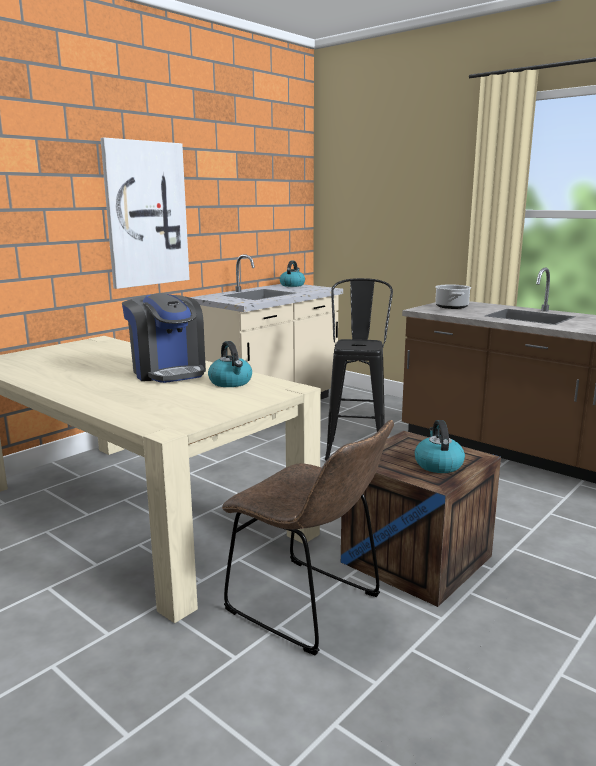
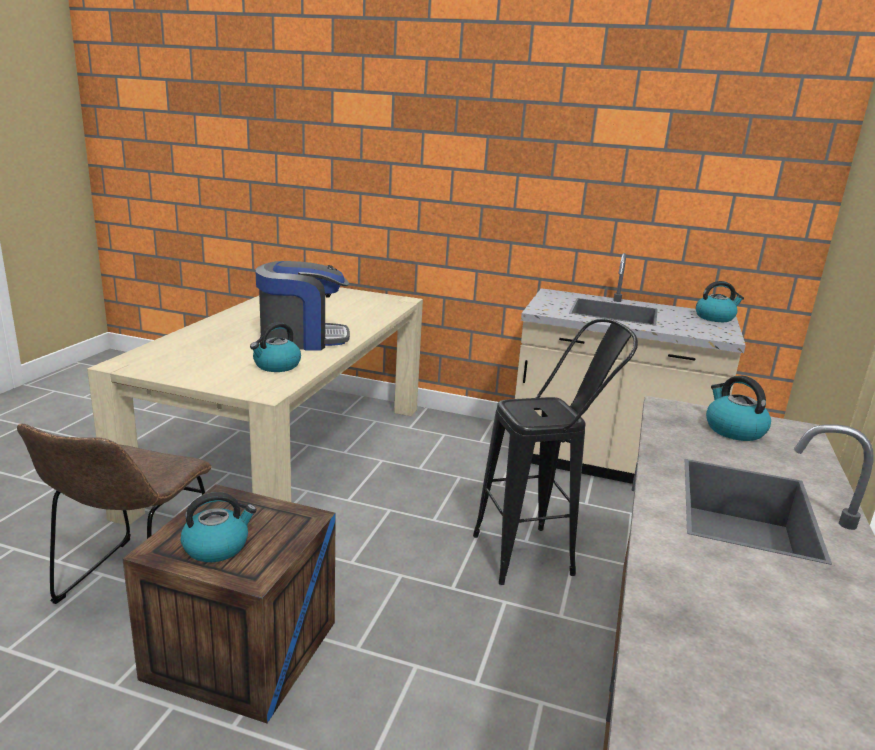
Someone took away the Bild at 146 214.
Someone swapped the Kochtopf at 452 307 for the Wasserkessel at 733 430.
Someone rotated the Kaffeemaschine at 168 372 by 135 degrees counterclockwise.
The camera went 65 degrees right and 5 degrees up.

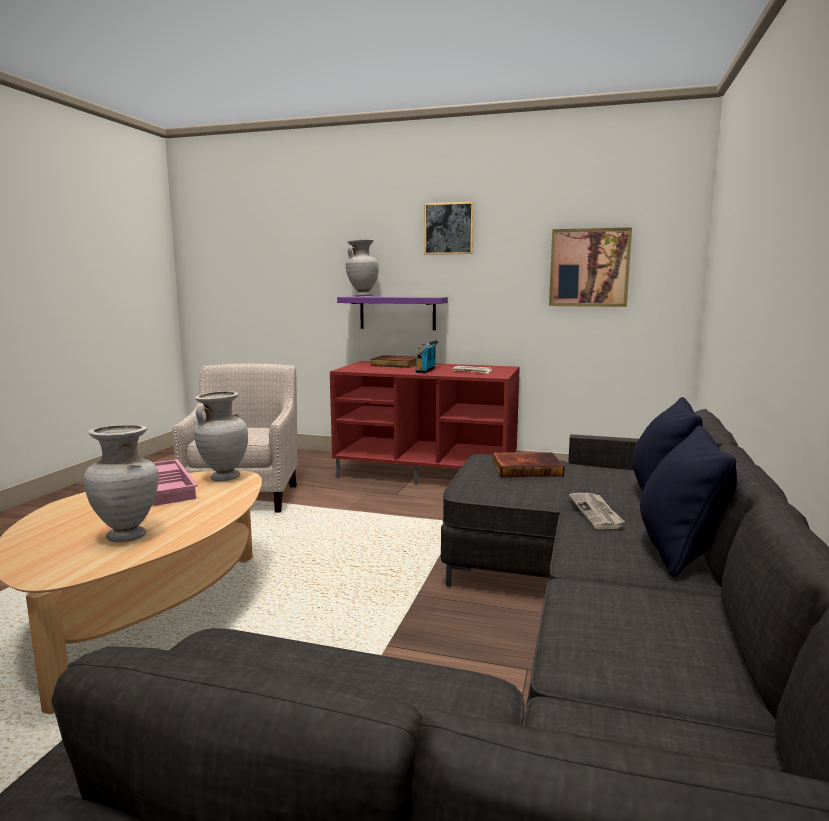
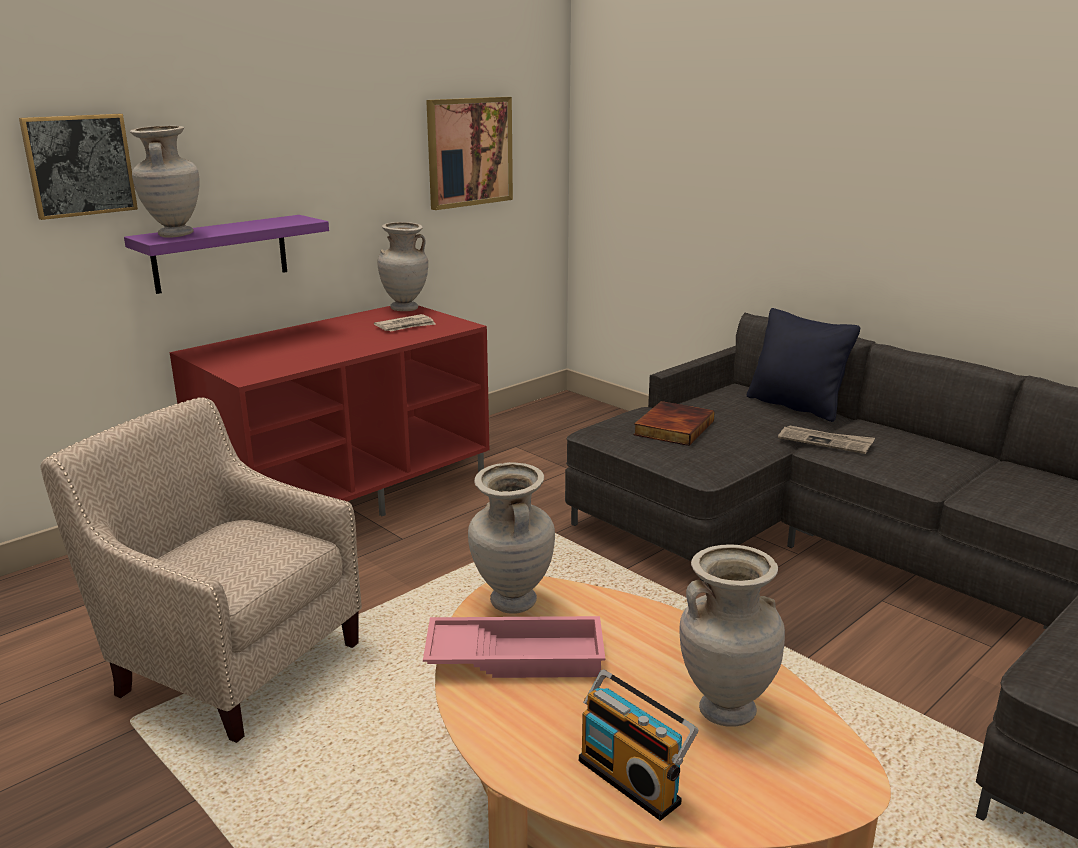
Someone carried the Bild from 449 228 to 79 165.
Someone carried the Radio from 427 370 to 632 779.
Someone took away the Buch at 394 364.
Someone took away the Kissen [schwarz] at 679 550.
Someone put down the Vase [beige] at 405 309.
The camera went 60 degrees left and 10 degrees up.

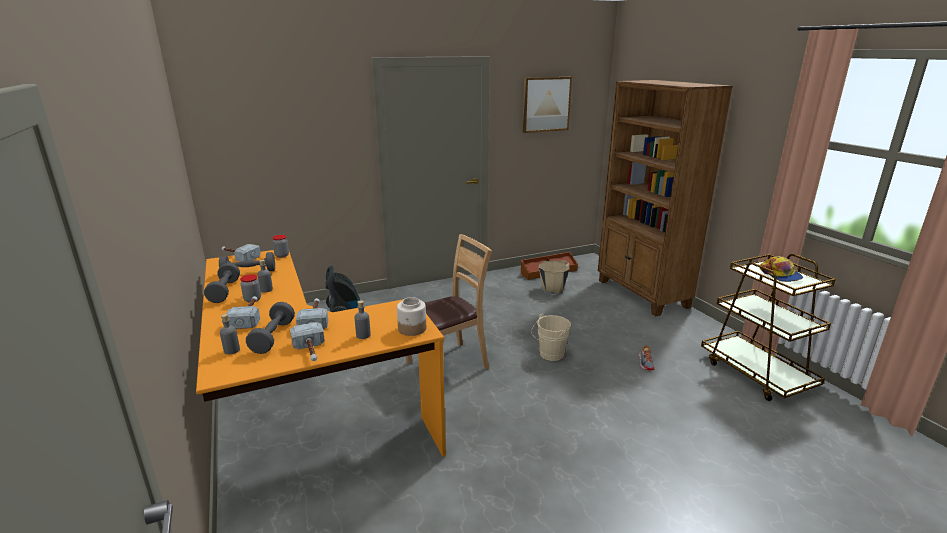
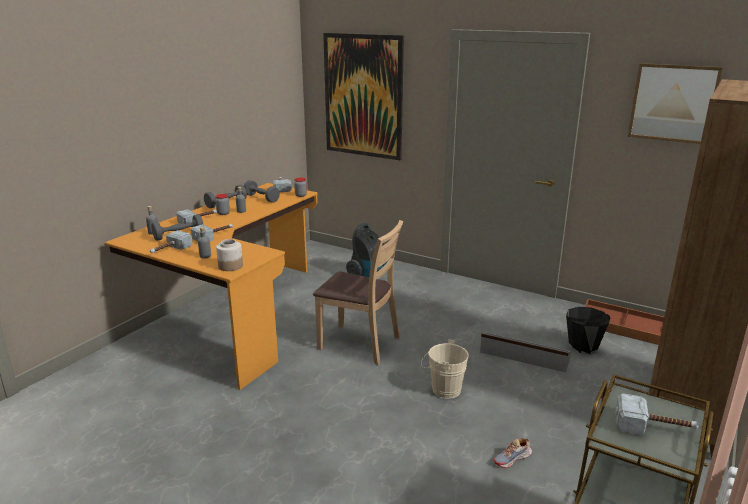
Someone swapped the Kappe at 780 275 for the Hammer at 654 427.
Someone repainted the Eimer [beige] at 552 289, which became the Eimer [schwarz] at 583 346.
Someone put up the Bild at 363 96.
Someone put down the Aufbewahrungsbox [grau] at 523 357.
The camera went 55 degrees right and 0 degrees up.

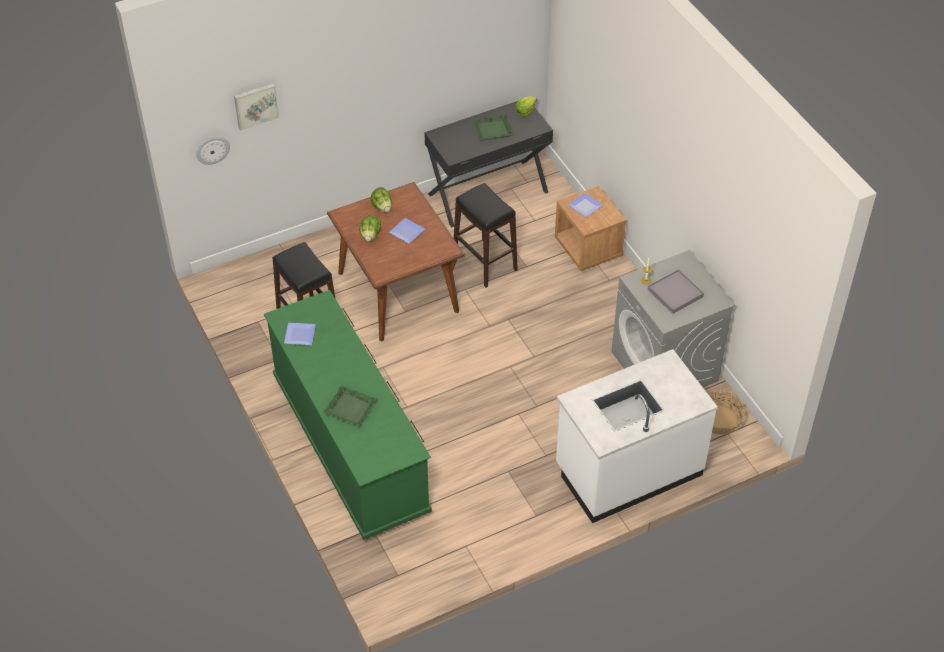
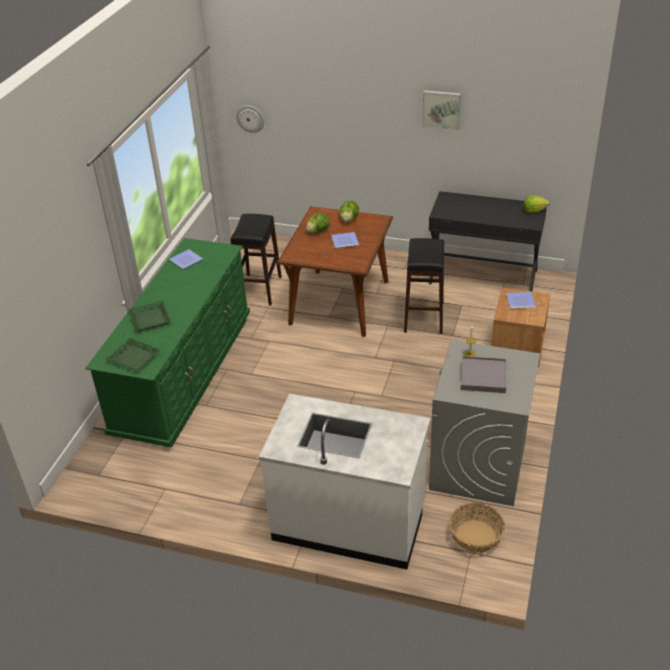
Someone carried the Bild from 255 105 to 441 109.
Someone carried the Tablett [grün] from 493 130 to 134 358.
The camera went 45 degrees right and 10 degrees down.

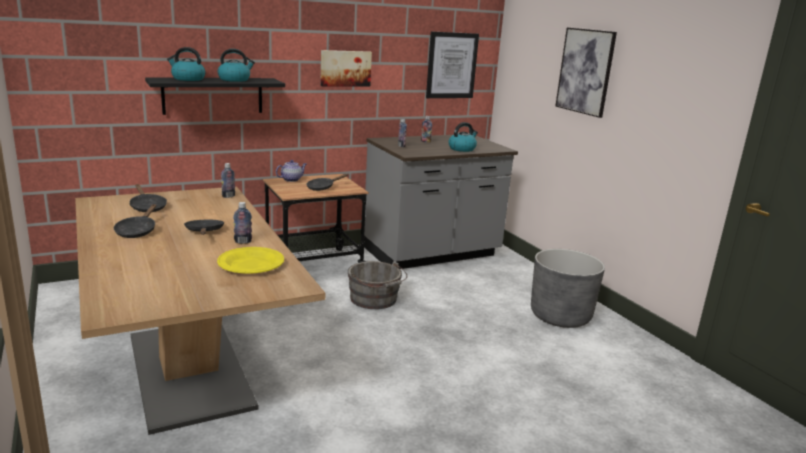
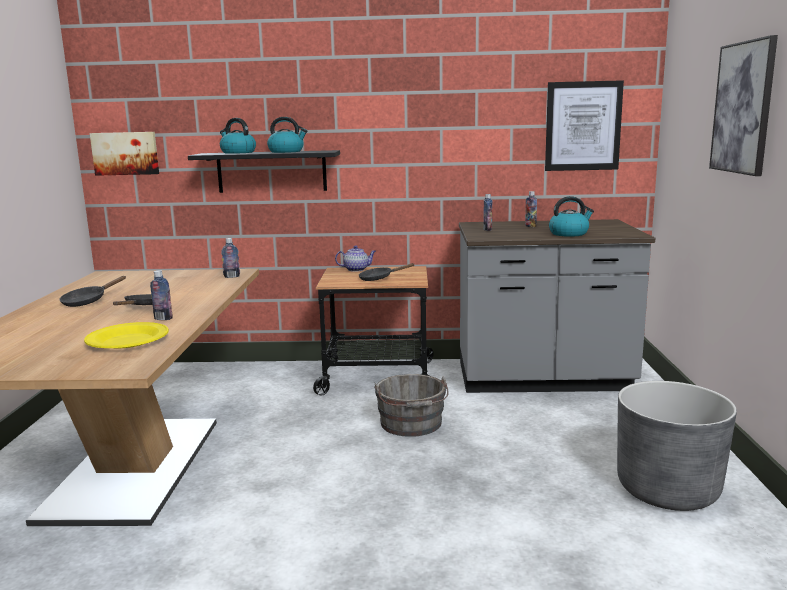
Someone carried the Bild from 345 68 to 126 153.
Someone took away the Pfanne [schwarz] at 147 207.
The camera went 30 degrees right and 5 degrees down.

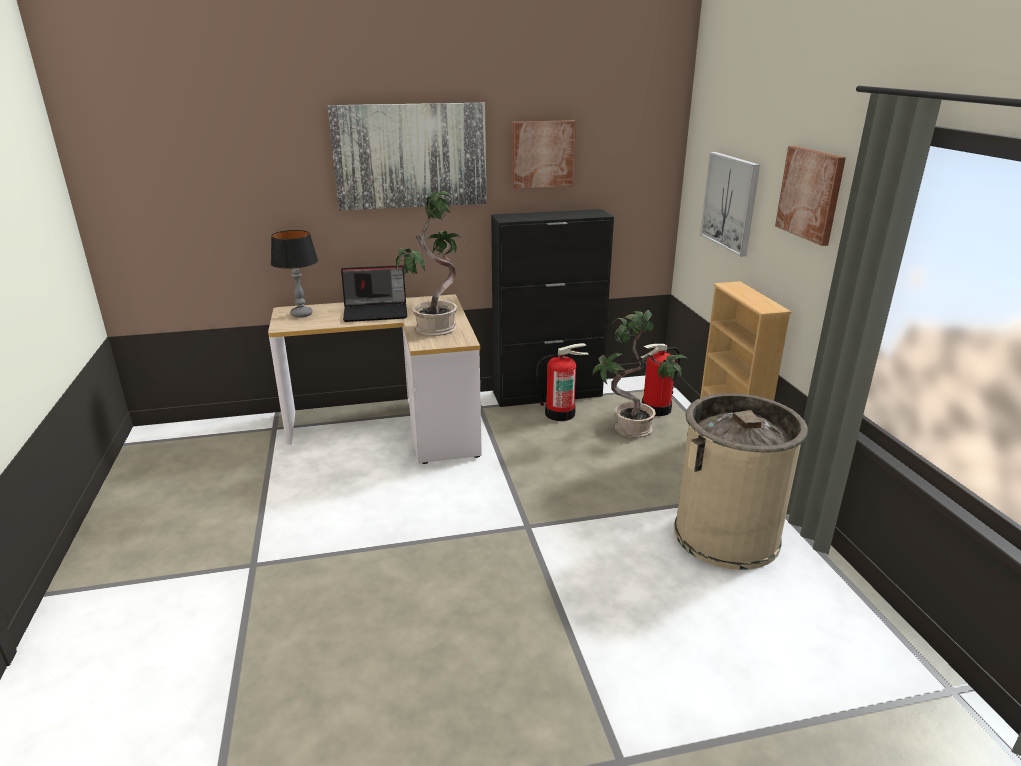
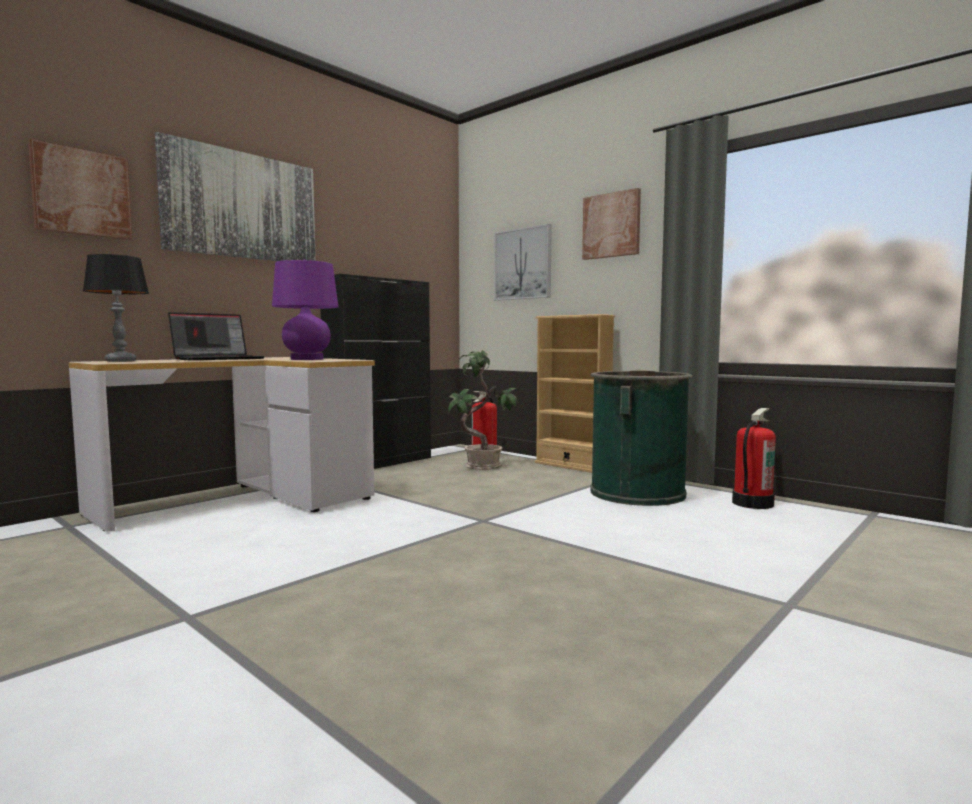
Someone carried the Bild from 542 154 to 82 193.
Someone swapped the Topfpflanze at 434 328 for the Tischlampe [lila] at 307 359.
Someone carried the Feuerlöscher from 560 413 to 752 503.
Someone repainted the Mülleimer [beige] at 726 535, which became the Mülleimer [grün] at 637 493.
The camera went 35 degrees left and 20 degrees down.

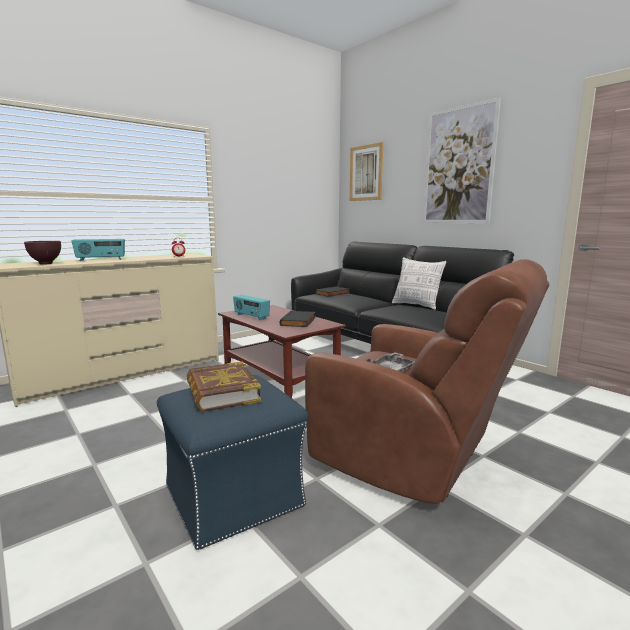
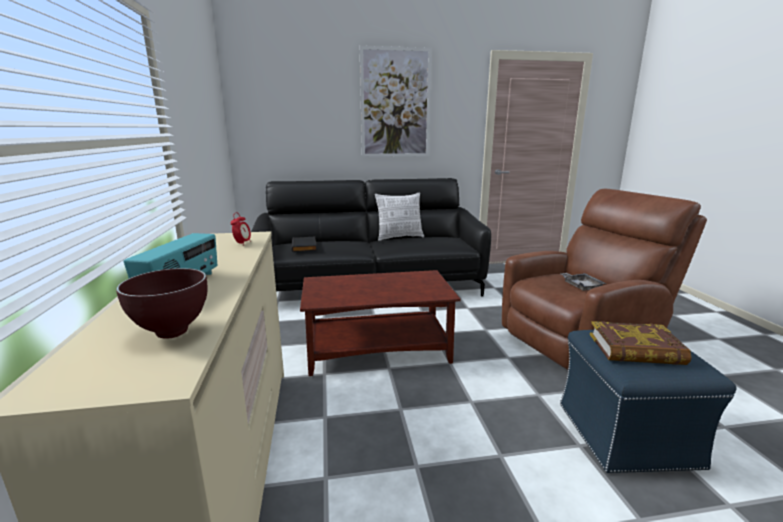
Someone took away the Bild at 366 173.
Someone took away the Radio at 251 317.
Someone took away the Buch [schwarz] at 299 321.
The camera went 60 degrees left and 5 degrees up.

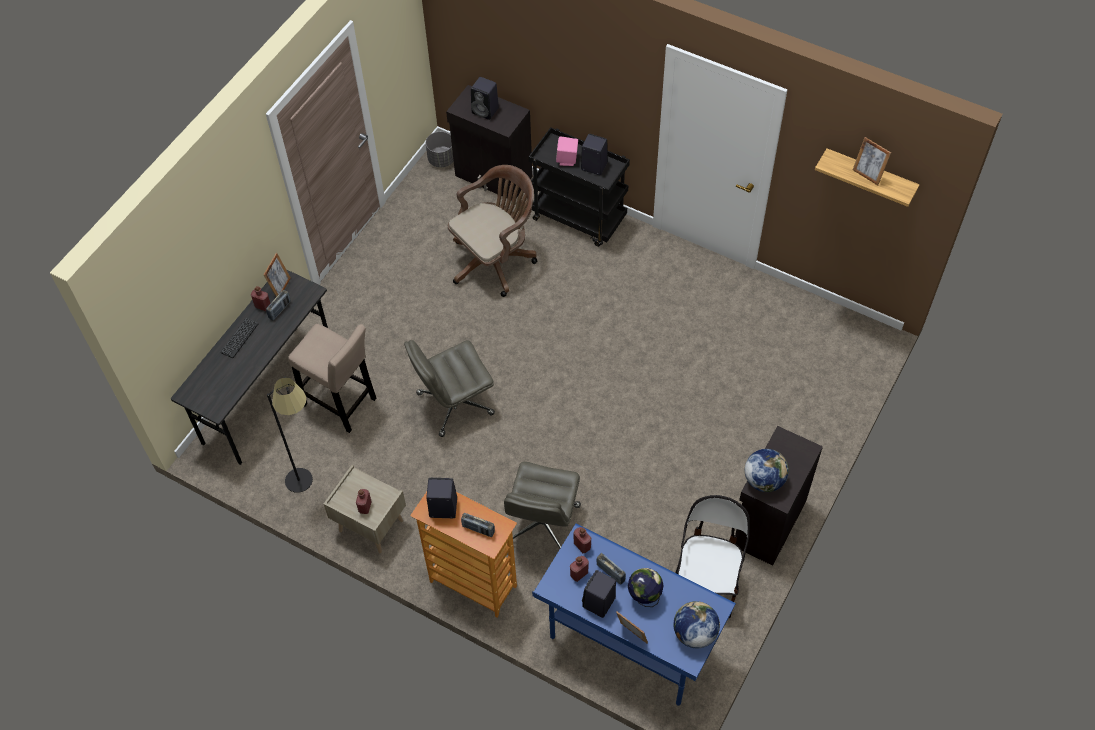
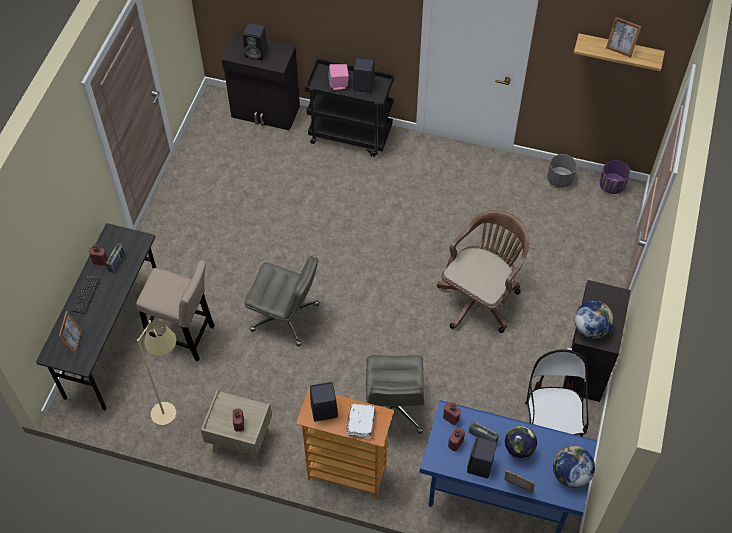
Someone carried the Pflanzkübel [grau] from 442 159 to 560 179.
Someone carried the Bürostuhl [braun] from 495 260 to 480 297.
Someone carried the Bilderrahmen from 280 287 to 75 342.
Someone rotated the Bürostuhl [grau] at 454 404 by 120 degrees counterclockwise.
Someone repainted the Stehlampe [schwarz] at 310 484, which became the Stehlampe [beige] at 175 415.
Someone swapped the Radio at 478 529 for the Buch [weiß] at 361 423.
Someone put down the Pflanzkübel [lila] at 612 186.
The camera went 15 degrees left and 0 degrees up.

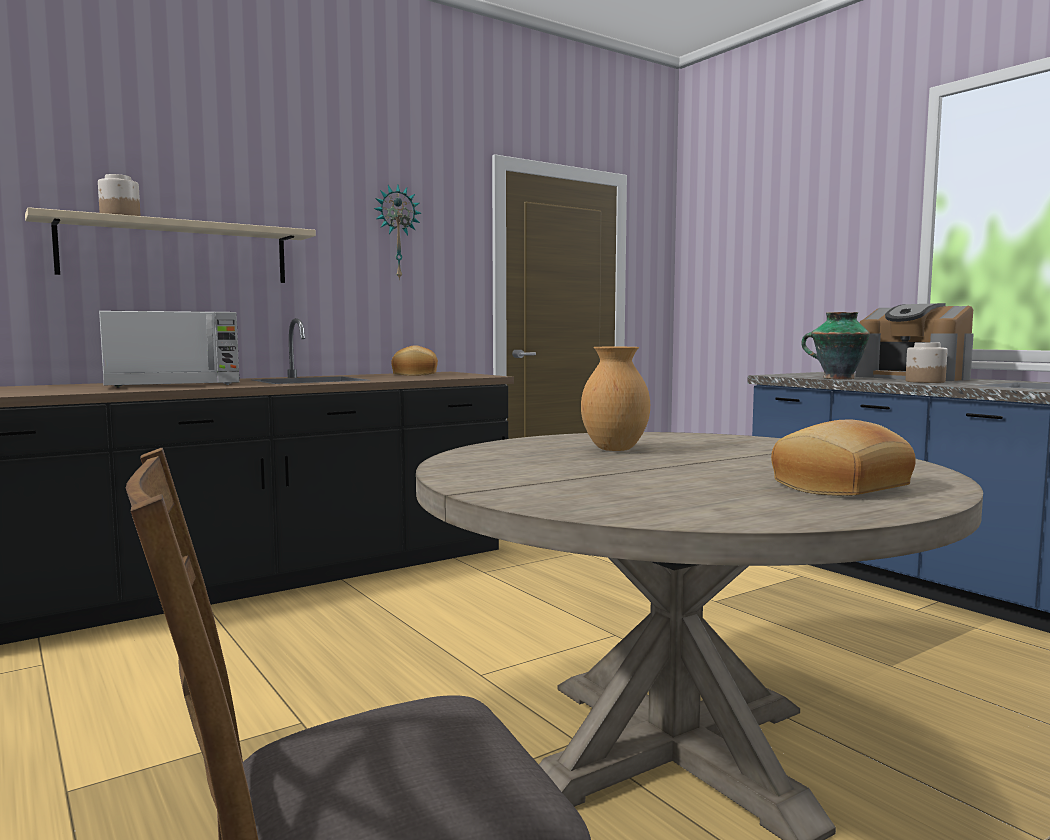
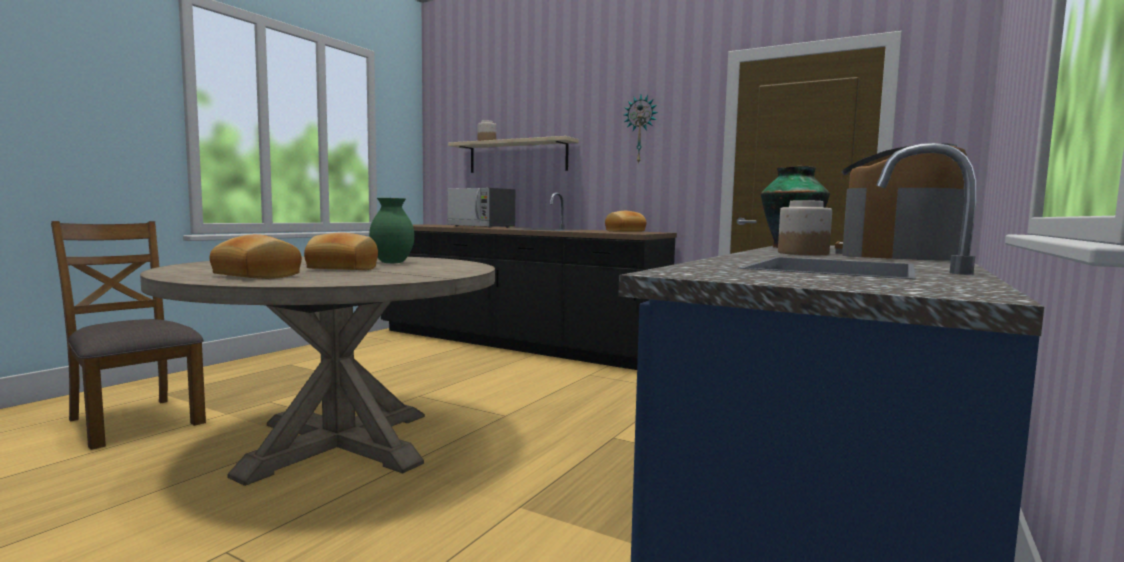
Someone repainted the Vase [braun] at 614 449, which became the Vase [grün] at 393 263.
Someone put down the Brot at 342 269.
The camera went 65 degrees right and 0 degrees up.

